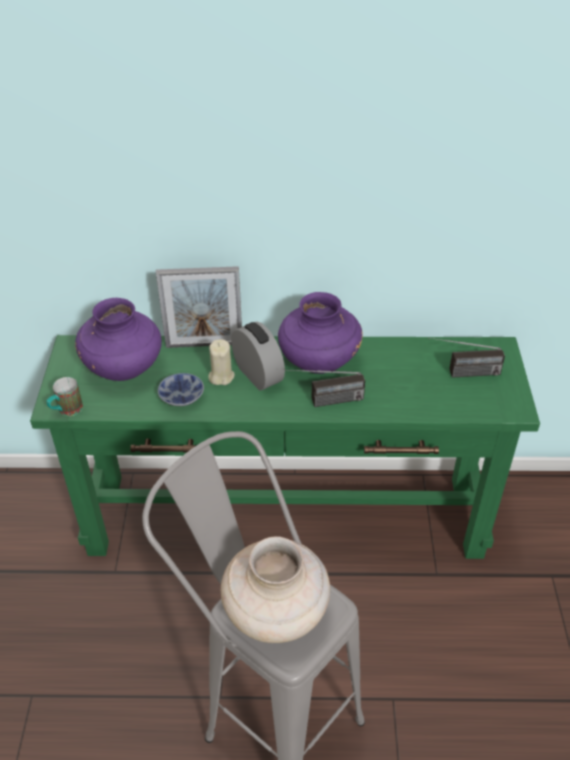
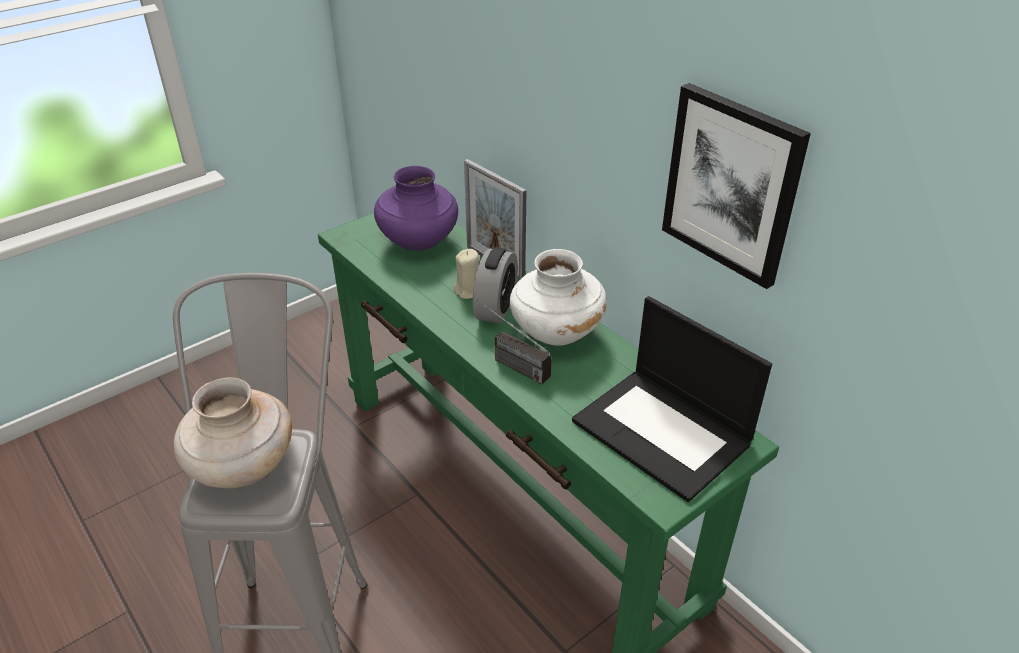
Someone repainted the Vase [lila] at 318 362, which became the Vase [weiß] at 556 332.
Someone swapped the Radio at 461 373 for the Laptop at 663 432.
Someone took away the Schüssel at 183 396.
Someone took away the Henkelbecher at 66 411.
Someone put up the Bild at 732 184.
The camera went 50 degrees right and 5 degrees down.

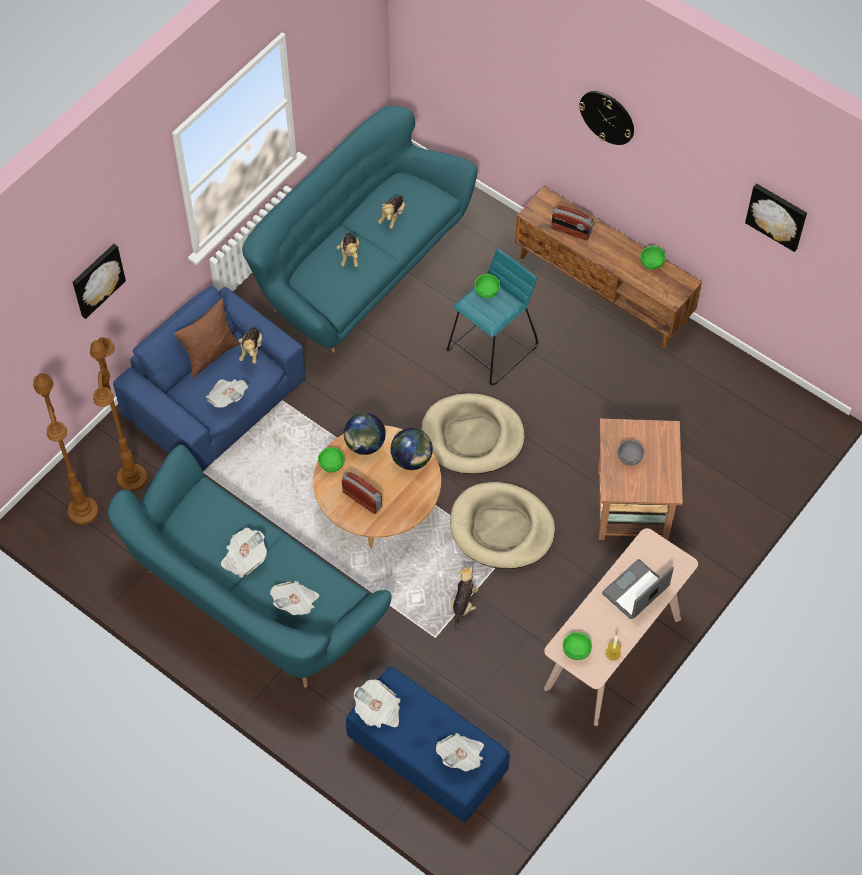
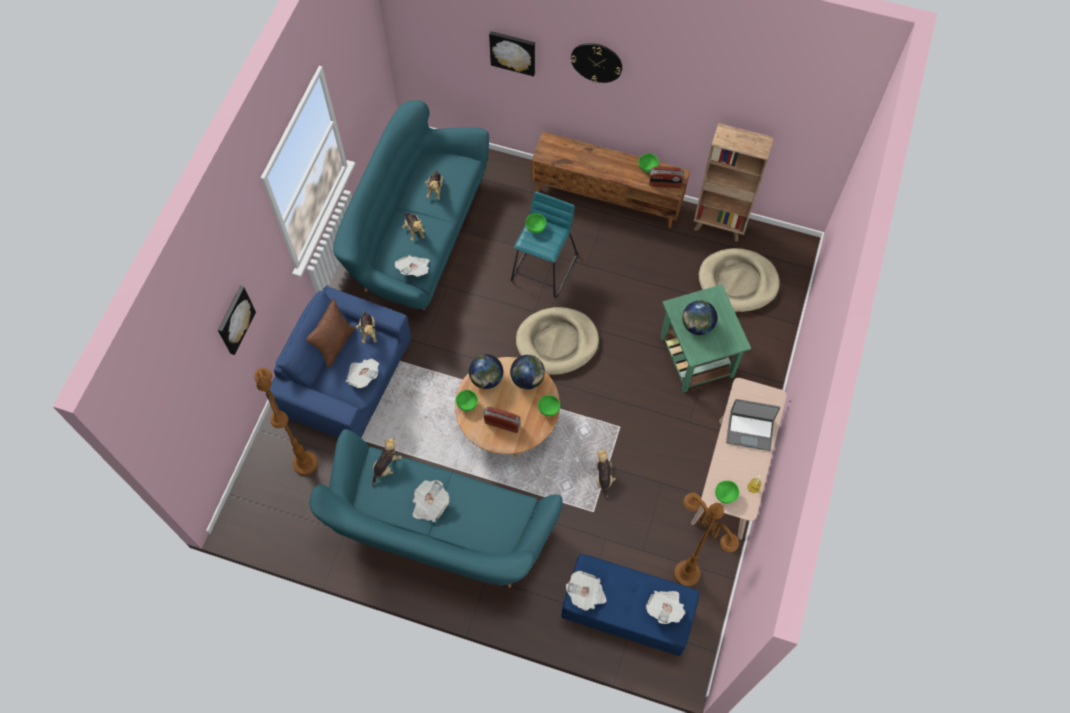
Someone carried the Bild from 777 215 to 513 52.
Someone carried the Radio from 570 231 to 665 184.
Someone carried the Stehlampe [braun] from 83 511 to 686 573.
Someone repainted the Beistelltisch [braun] at 632 506, which became the Beistelltisch [grün] at 697 357.
Someone swapped the Schüssel [grau] at 629 458 for the Globus at 697 326.
Someone carried the Hundebett [beige] from 501 528 to 737 282.
Someone rotated the Laptop at 636 591 by 105 degrees counterclockwise.
Someone carried the Zeitung from 296 603 to 414 270.
Someone put down the Bücherregal [braun] at 719 226.
Someone put down the Schüssel [grün] at 549 409.
Someone put down the Plüschtier at 386 466.
The camera went 20 degrees left and 5 degrees up.

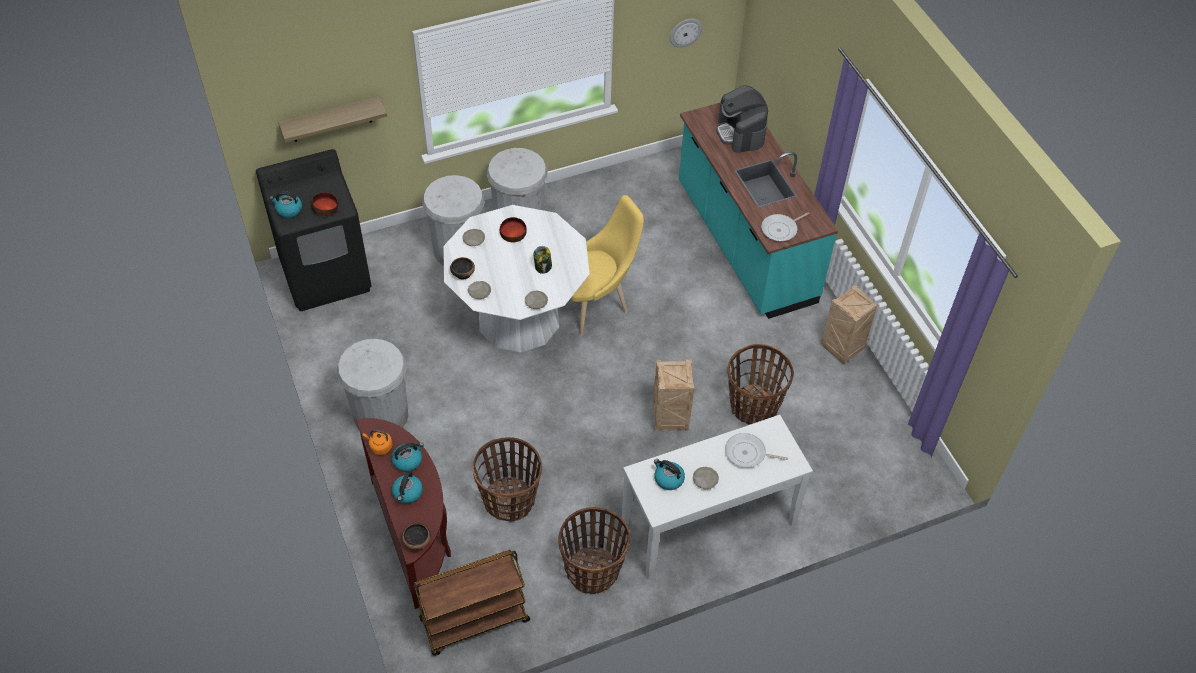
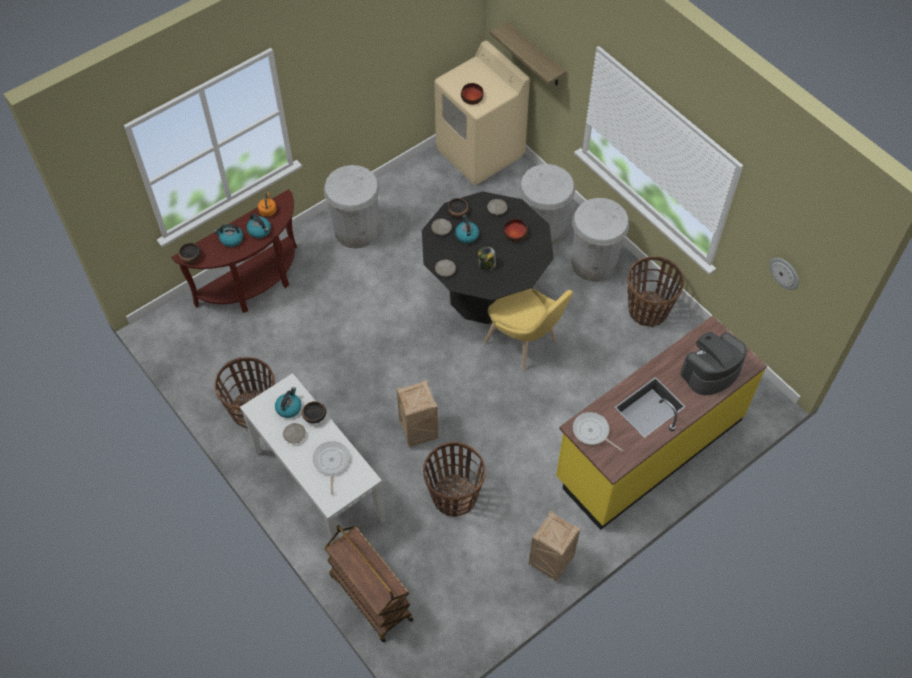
Someone repainted the Küchenzeile [türkis] at 744 244, which became the Küchenzeile [gelb] at 648 448.
Someone repainted the Waschmaschine [schwarz] at 326 274, which became the Waschmaschine [beige] at 480 152.
Someone carried the Wasserkessel from 288 210 to 466 235.
Someone repainted the Esstisch [weiß] at 518 319, which became the Esstisch [schwarz] at 485 293.
Someone carried the Korb from 509 500 to 648 310.
Someone carried the Rollwagen [braun] from 474 621 to 370 597.
Someone put down the Schüssel at 314 417.
The camera went 75 degrees right and 5 degrees up.

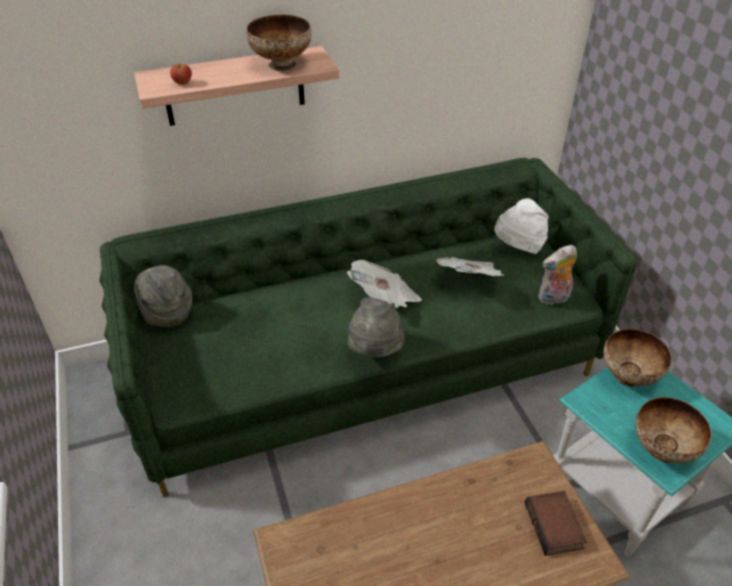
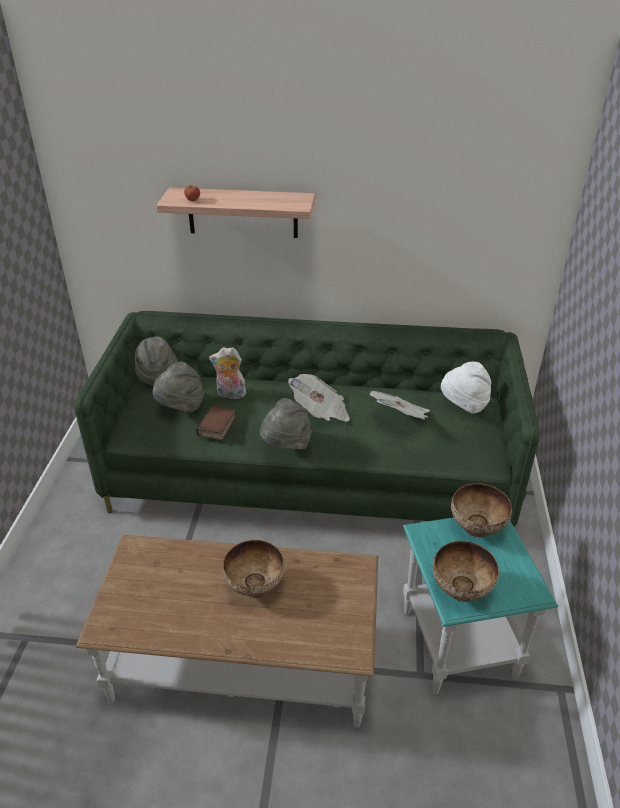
Someone carried the Schüssel from 282 64 to 255 586.
Someone carried the Plüschtier from 553 299 to 230 395.
Someone carried the Buch from 555 526 to 218 427.
Someone put down the Hut [grau] at 181 407.
The camera went 25 degrees right and 5 degrees down.

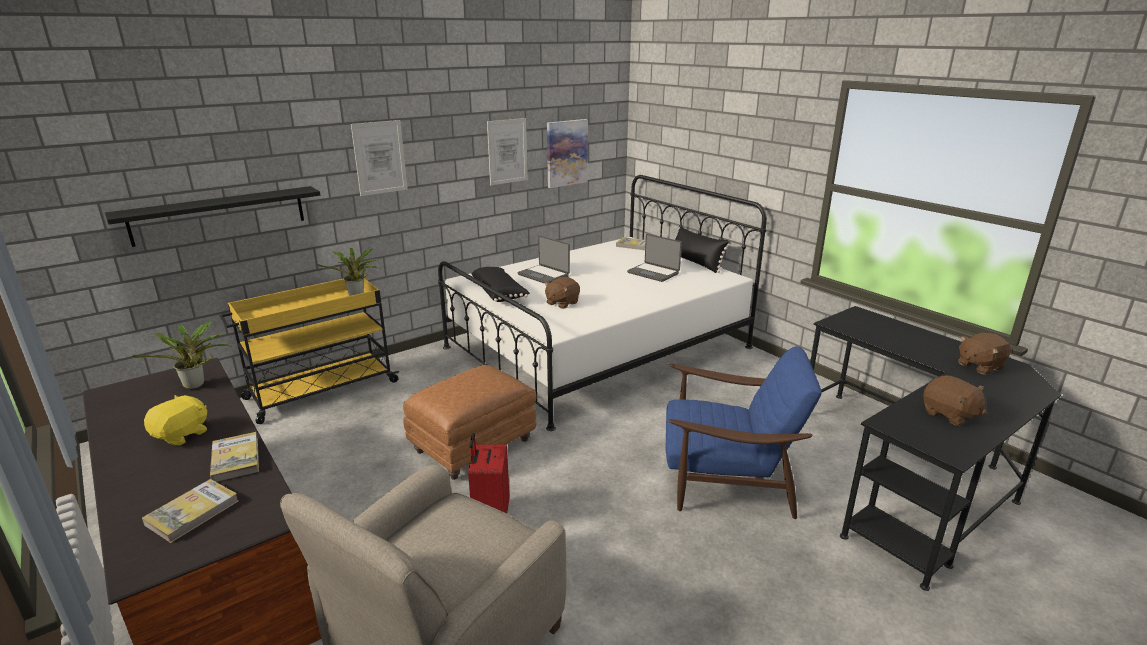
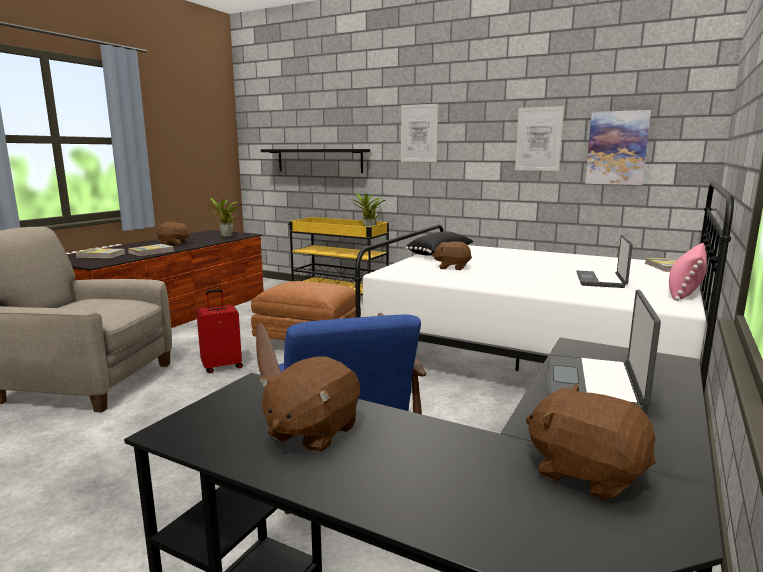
Someone repainted the Kissen [schwarz] at 696 263, which became the Kissen [rosa] at 685 290.
Someone carried the Laptop from 544 275 to 595 384.
Someone repainted the Plüschtier [gelb] at 182 435, which became the Plüschtier [braun] at 174 243.
The camera went 65 degrees right and 10 degrees down.

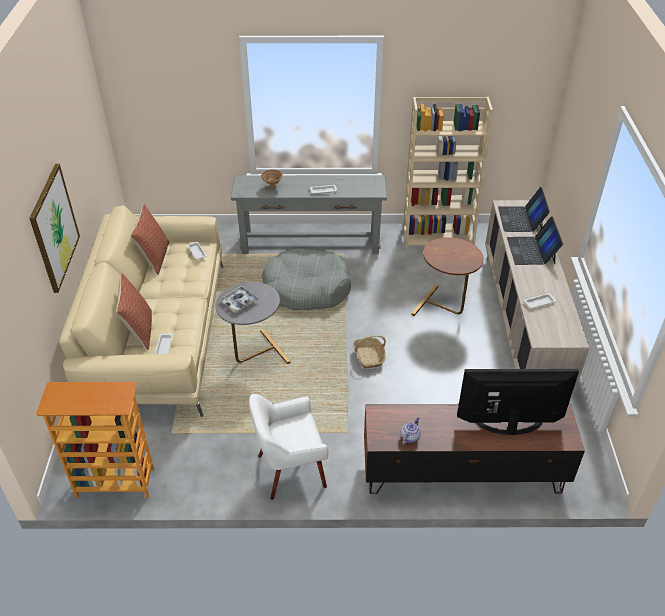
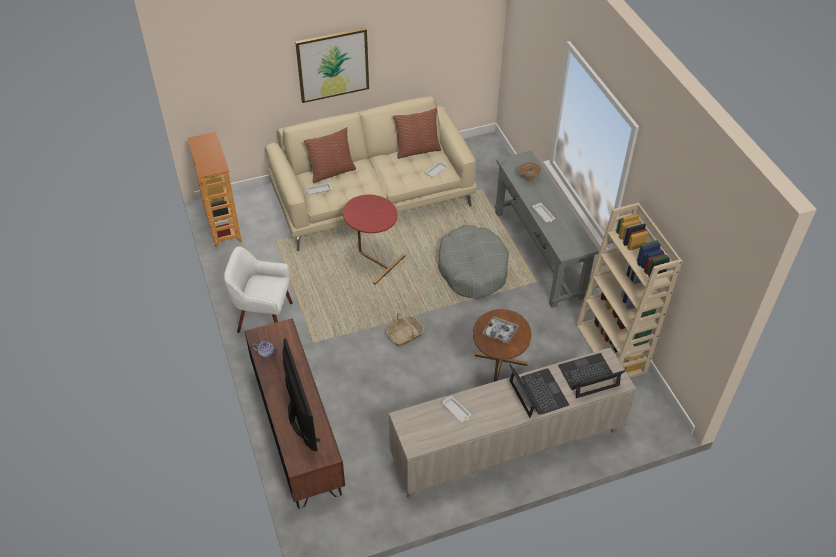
Someone rotated the Laptop at 531 250 by 90 degrees clockwise.
Someone repainted the Beistelltisch [grau] at 254 356, which became the Beistelltisch [rot] at 373 260.
Someone carried the Tablett from 239 302 to 500 332.
Someone rotated the Sessel [weiß] at 290 470 by 45 degrees counterclockwise.
The camera went 70 degrees right and 5 degrees up.

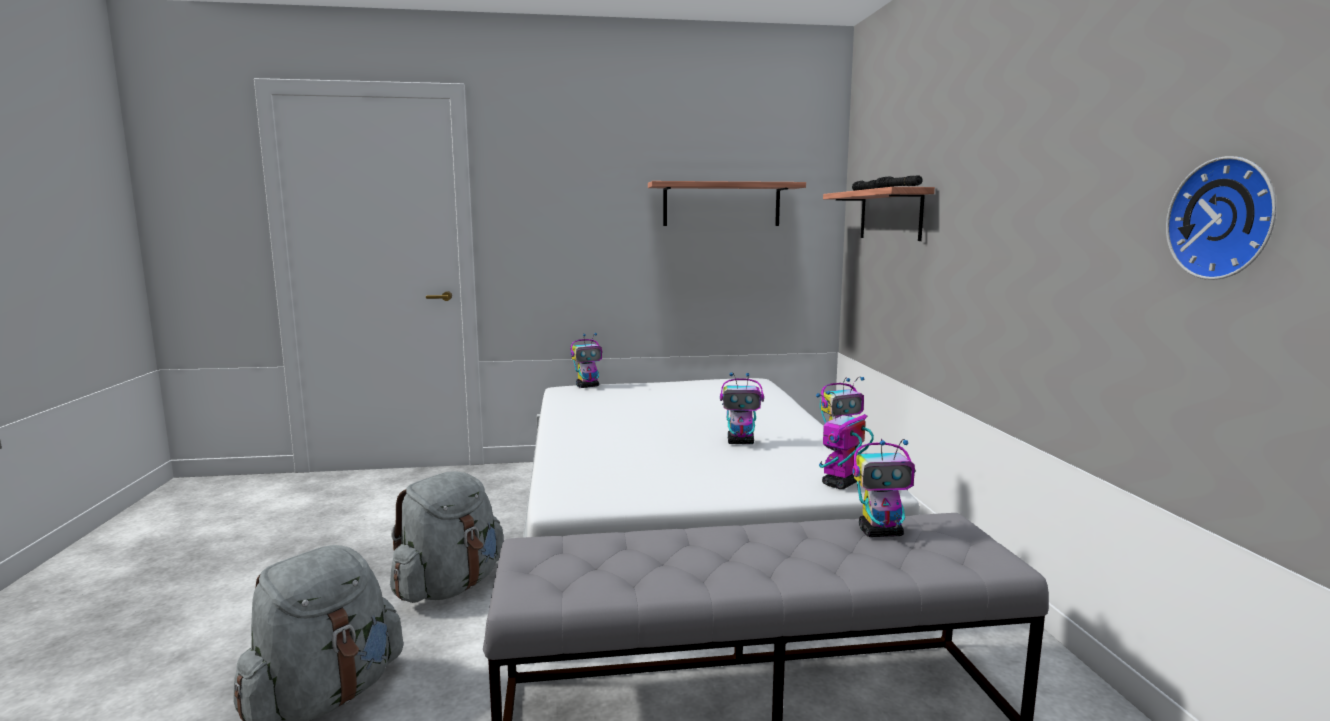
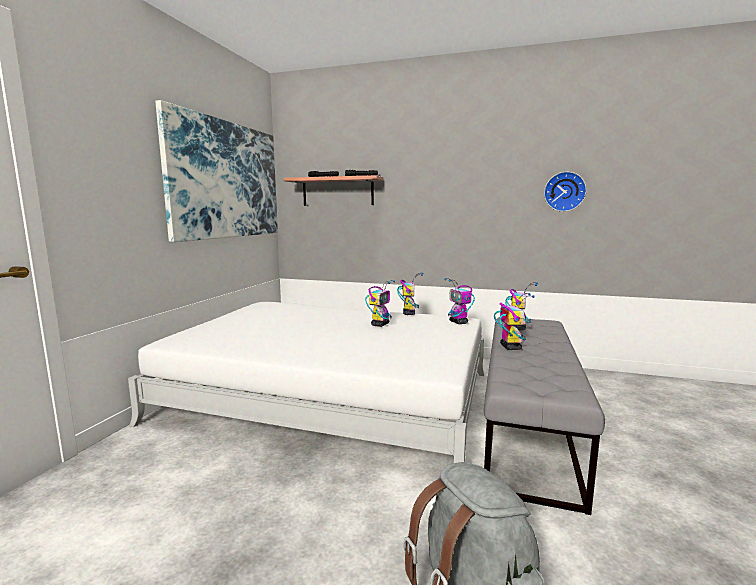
Someone swapped the Wandregal at 721 204 for the Bild at 226 180.
Someone carried the Spielzeugroboter from 588 386 to 510 347.
Someone took away the Rucksack [grau] at 450 587.
The camera went 65 degrees left and 0 degrees up.

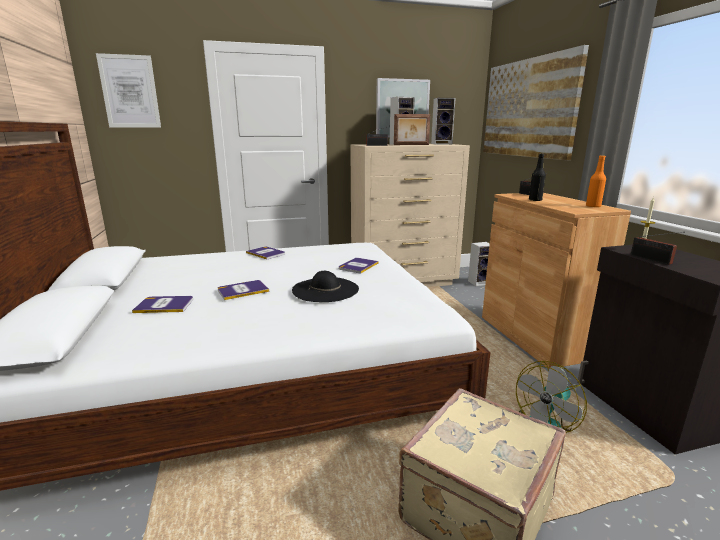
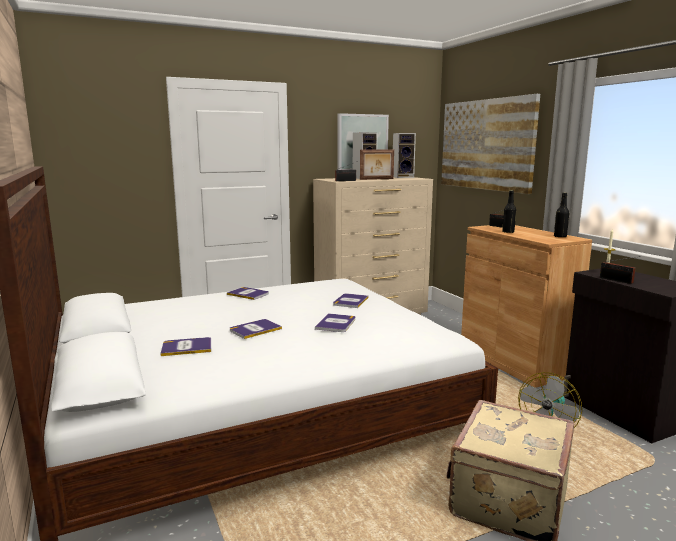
Someone took away the Bild at 130 92.
Someone repainted the Flasche [orange] at 593 206, which became the Flasche [schwarz] at 560 236.
Someone took away the Lautsprecher at 479 282.
Someone swapped the Hut [schwarz] at 325 289 for the Buch at 336 323.
The camera went 10 degrees left and 5 degrees down.

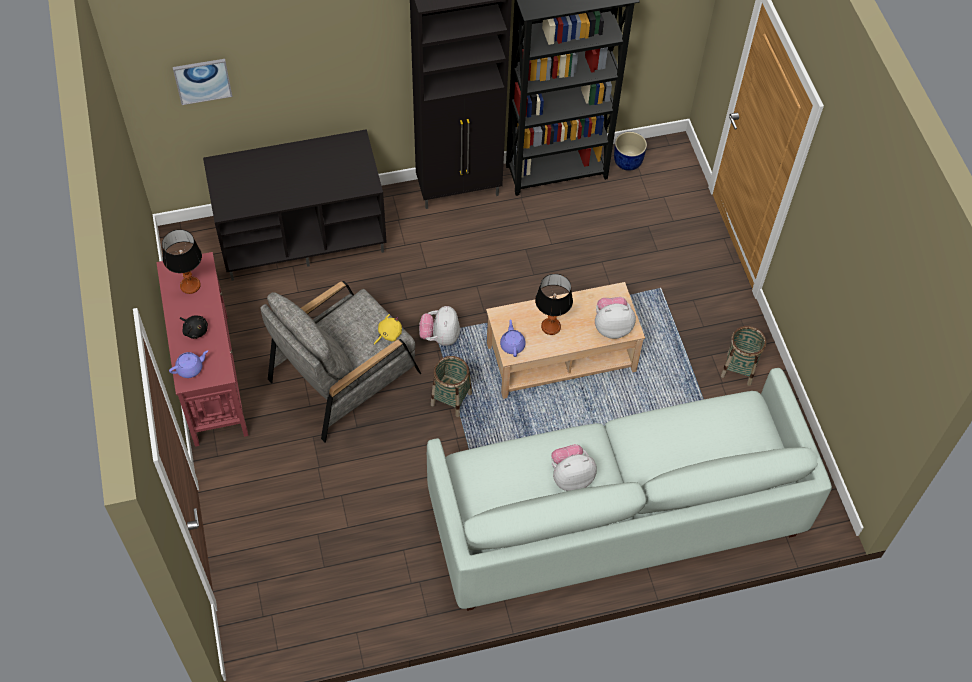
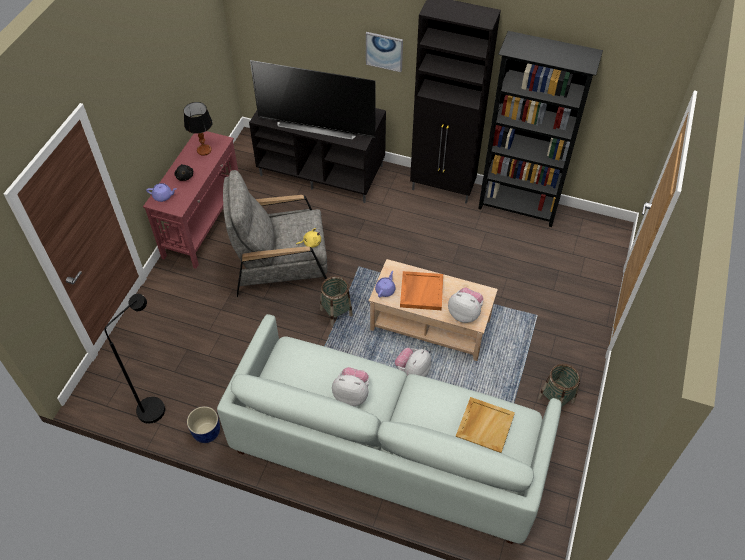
Someone carried the Bild from 202 80 to 384 51.
Someone carried the Pflanzkübel [blau] from 627 162 to 206 432.
Someone swapped the Tischlampe at 550 326 for the Tablett [orange] at 421 291.
Someone carried the Plüschtier from 440 336 to 413 371.
Someone put down the Fernseher at 317 126.
Someone put down the Stehlampe [schwarz] at 156 404.
Someone put down the Tablett [beige] at 484 426.
The camera went 35 degrees right and 5 degrees down.

